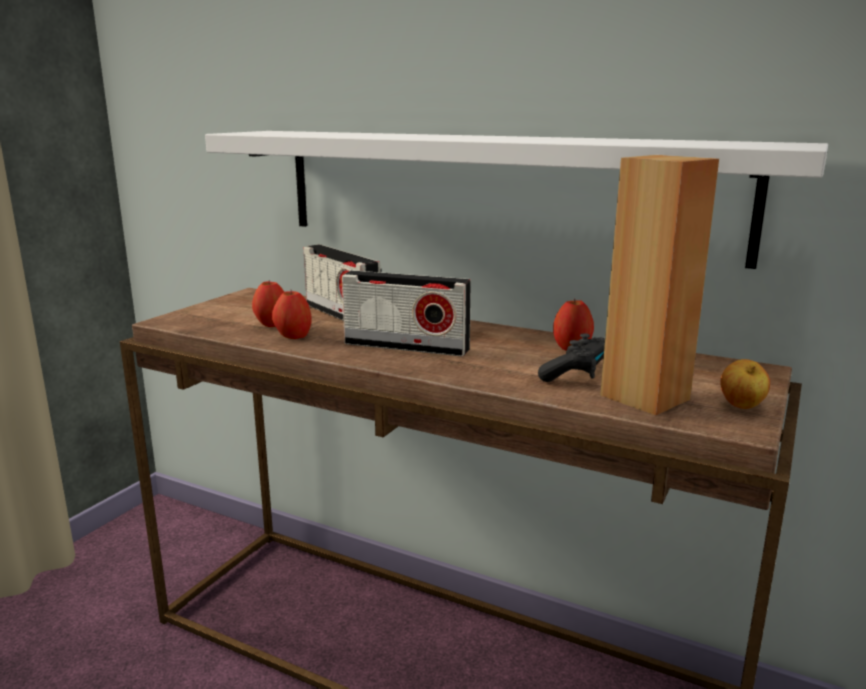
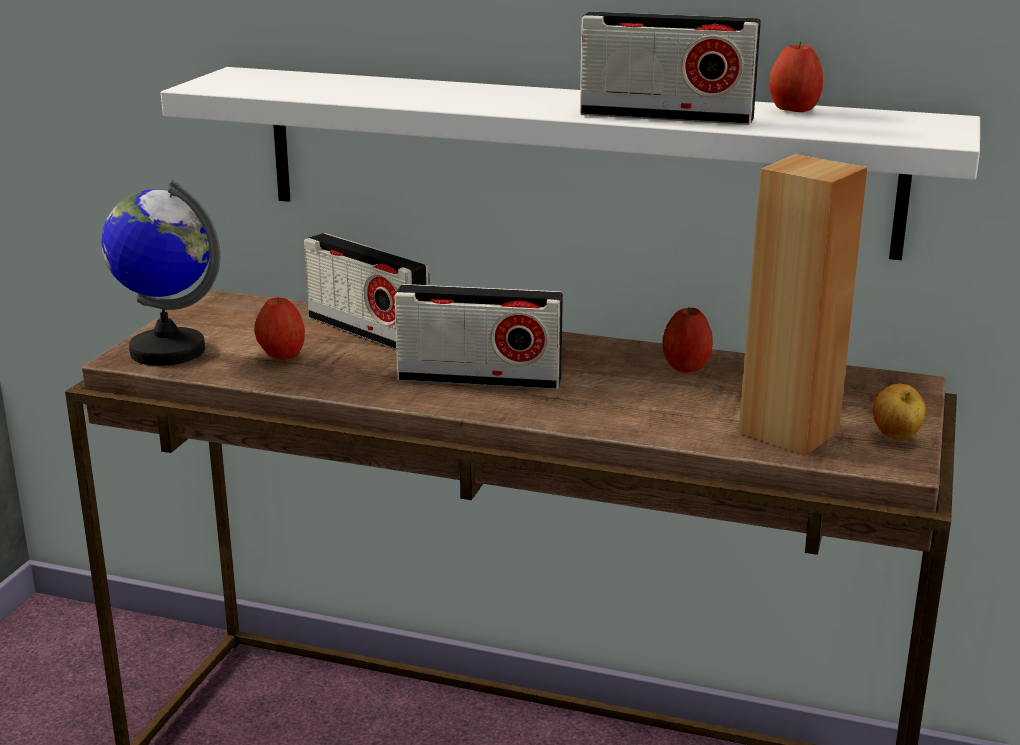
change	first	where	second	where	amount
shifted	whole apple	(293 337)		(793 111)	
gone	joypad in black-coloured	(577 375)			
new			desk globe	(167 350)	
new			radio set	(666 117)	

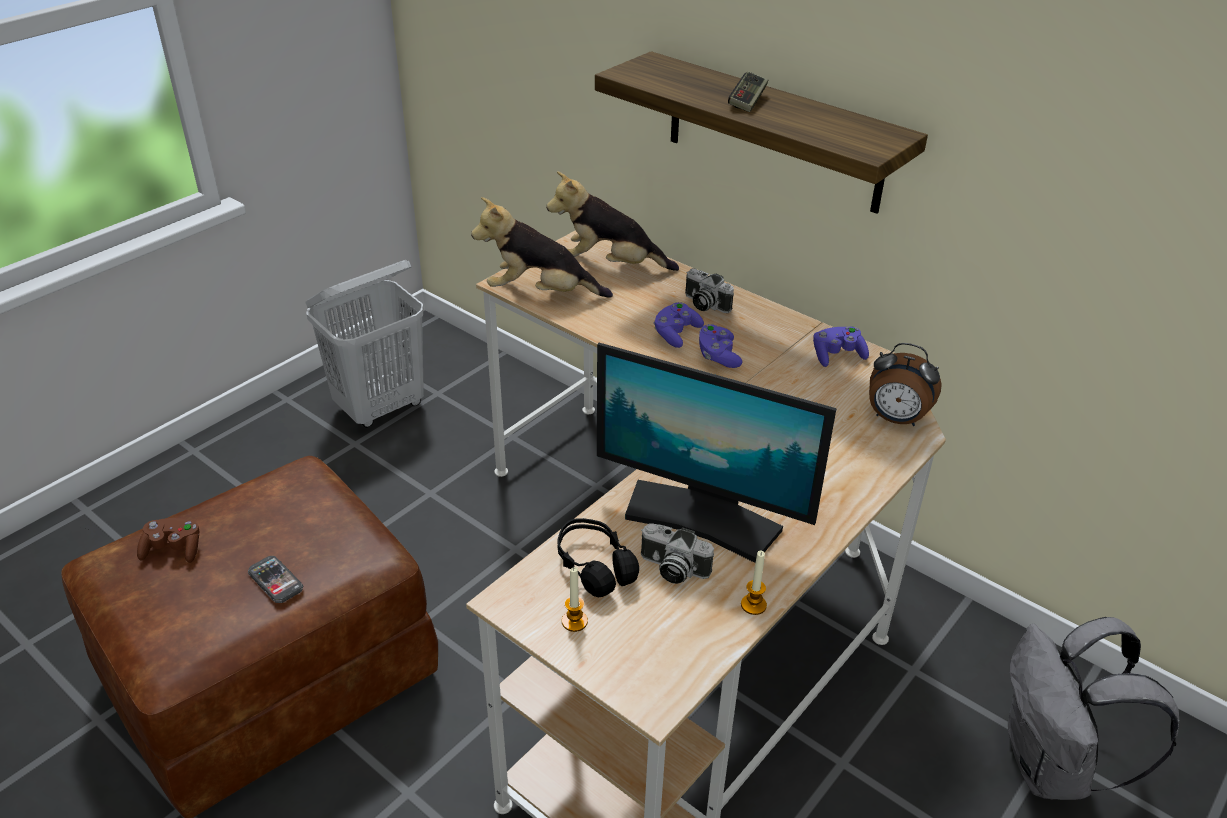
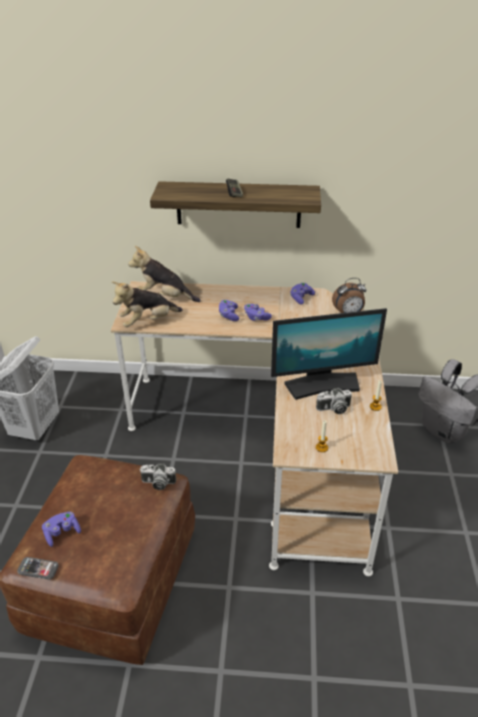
change	first	where	second	where	amount
repainted	joypad in brown-coloured	(173 550)	joypad in purple-coloured	(62 533)	
shifted	handset	(275 581)		(38 569)	
rotated	plush toy	(610 265)		(165 296)	45 degrees clockwise
gone	headphones in black-coloured	(594 566)			
shifted	photo camera	(704 304)		(158 483)	

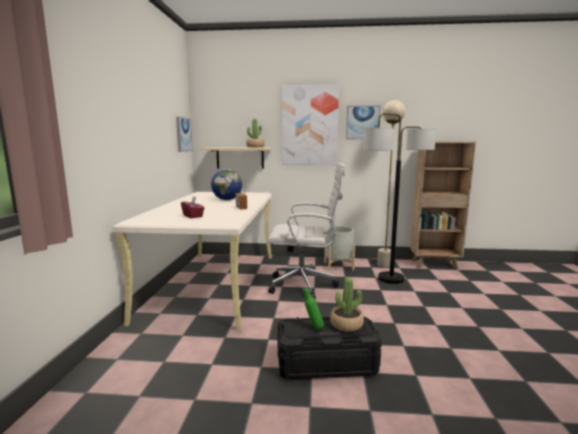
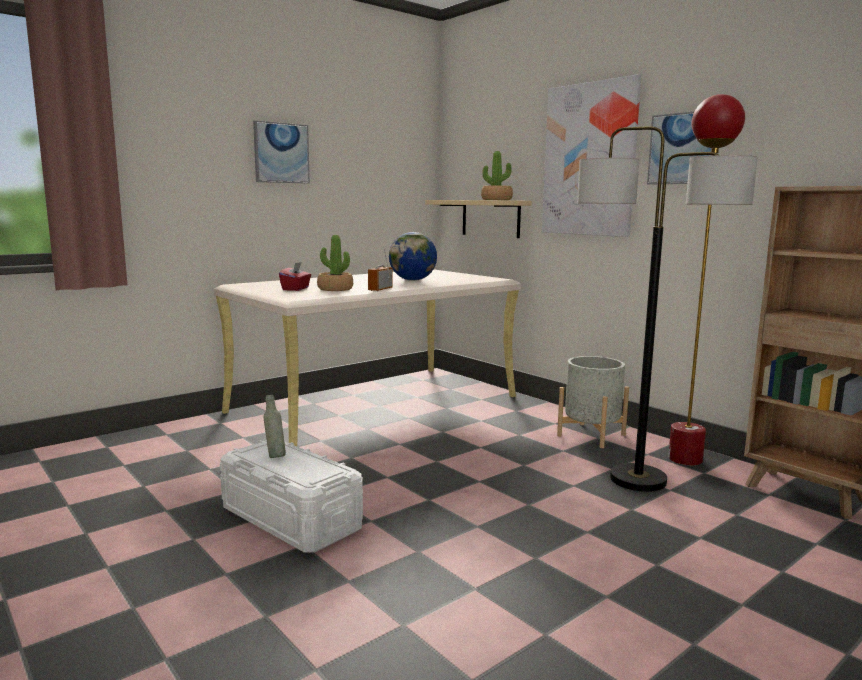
change	first	where	second	where	amount
shifted	picture	(183 134)		(281 153)	
gone	computer chair in white	(305 285)			
repainted	storage container in black-coloured	(326 363)	storage container in white	(291 518)	
repainted	drink bottle in green	(313 328)	drink bottle in gray	(275 456)	
shifted	houseplant	(346 325)		(335 289)	
repainted	standard lamp in beige	(384 264)	standard lamp in red-coloured	(685 459)	

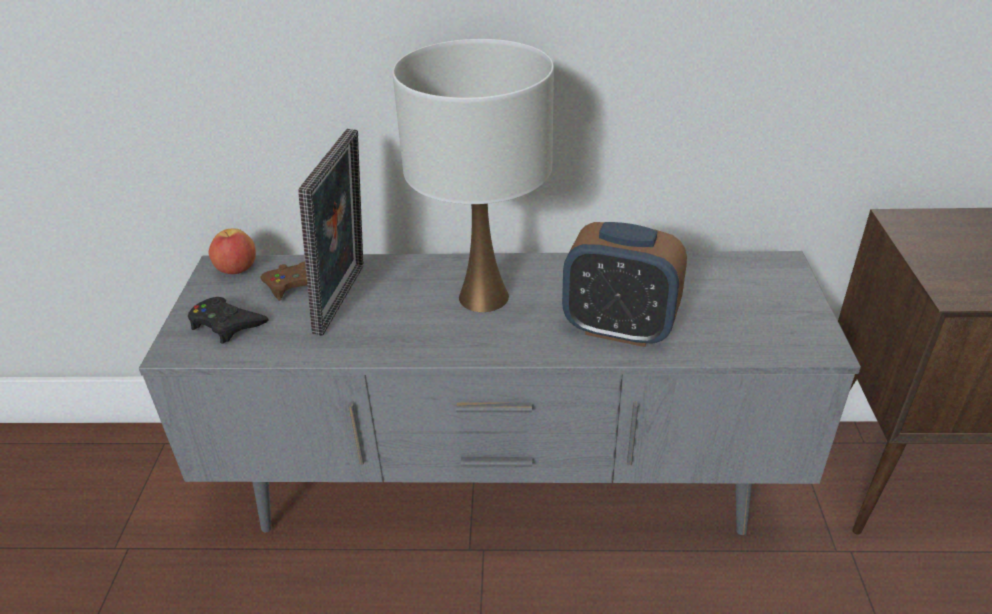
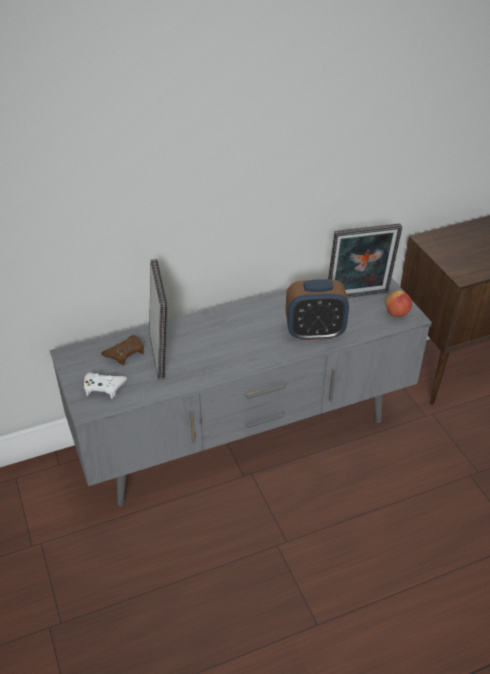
change	first	where	second	where	amount
repainted	joypad in black-coloured	(226 324)	joypad in white	(104 387)	
shifted	whole apple	(237 269)		(397 313)	
gone	table lamp in white	(482 297)			
new			picture frame	(358 297)	

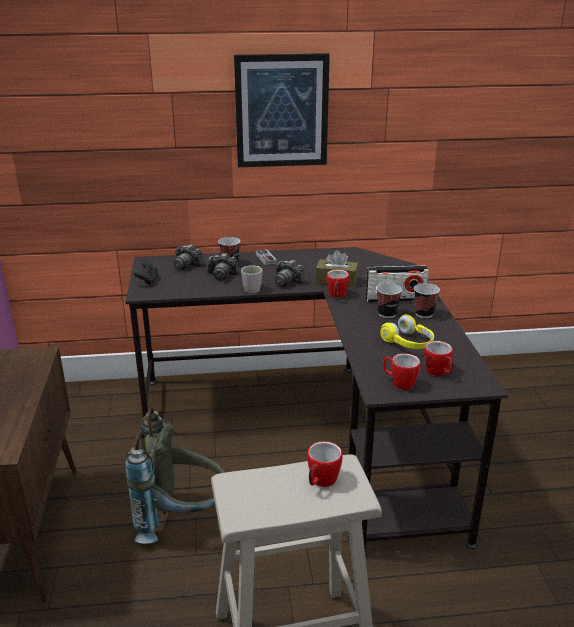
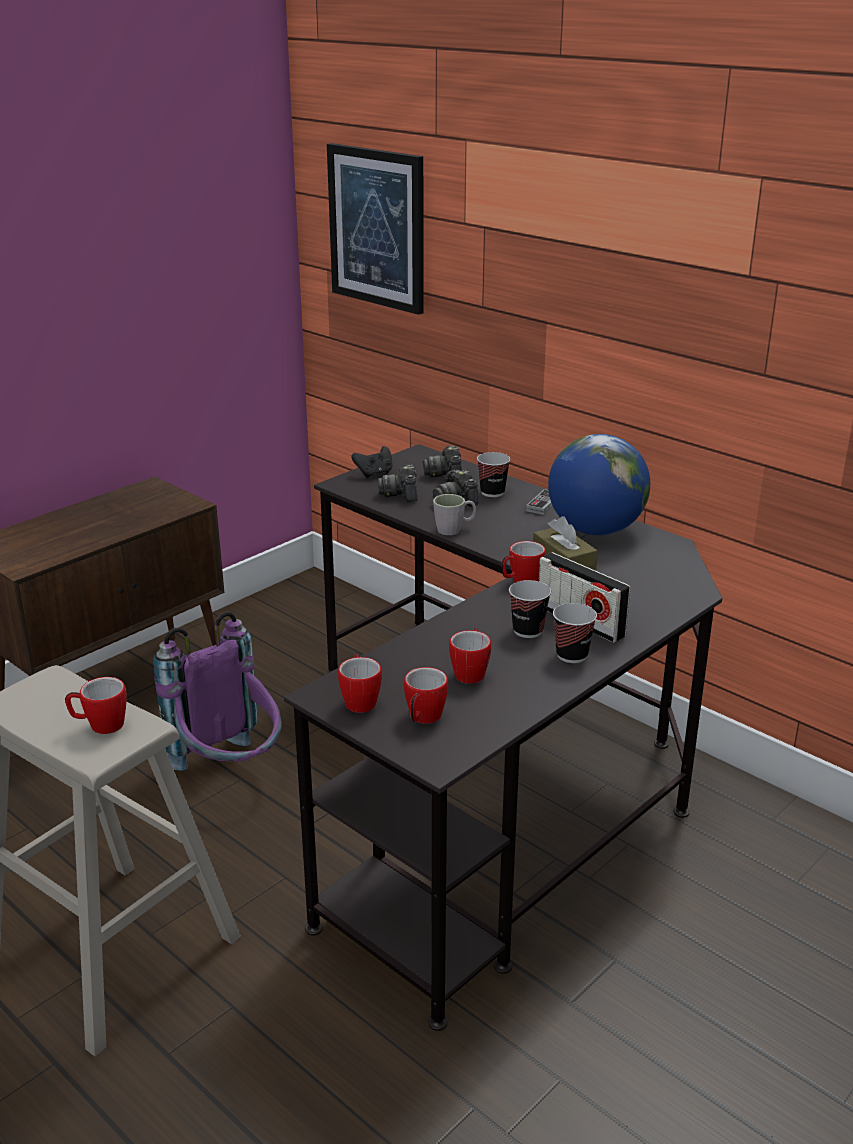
change	first	where	second	where	amount
repainted	backpack in gray	(182 519)	backpack in purple-coloured	(230 771)	
shifted	picture	(281 111)		(377 227)	
shifted	photo camera	(287 281)		(401 494)	
swapped	headphones in yellow-coloured	(408 343)	mug	(470 672)	
new			desk globe	(595 530)	

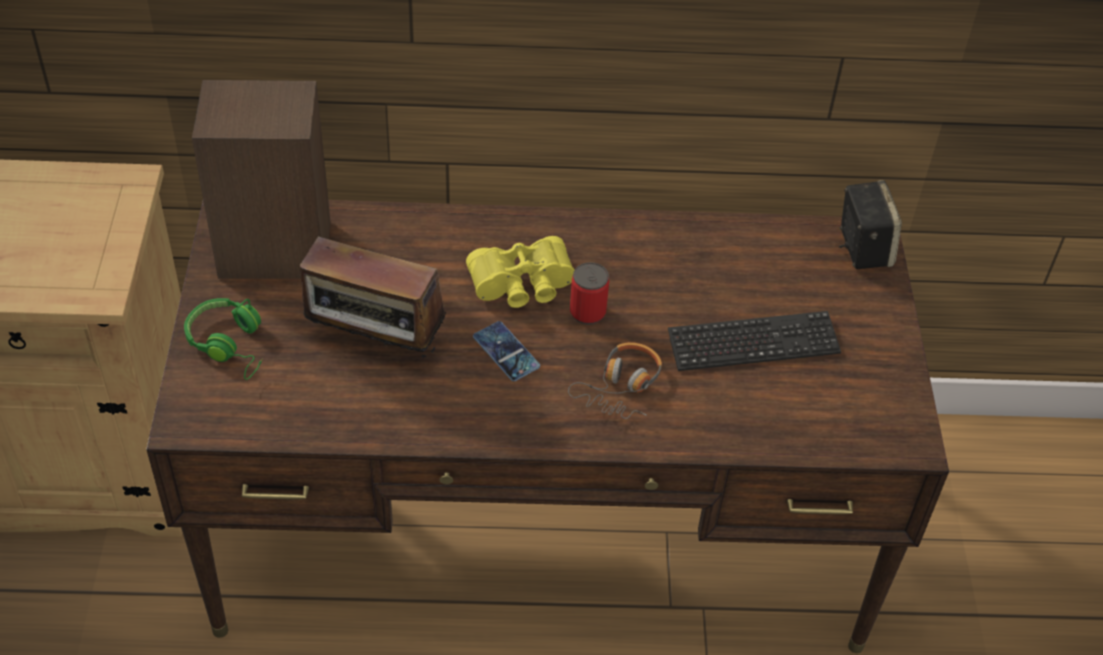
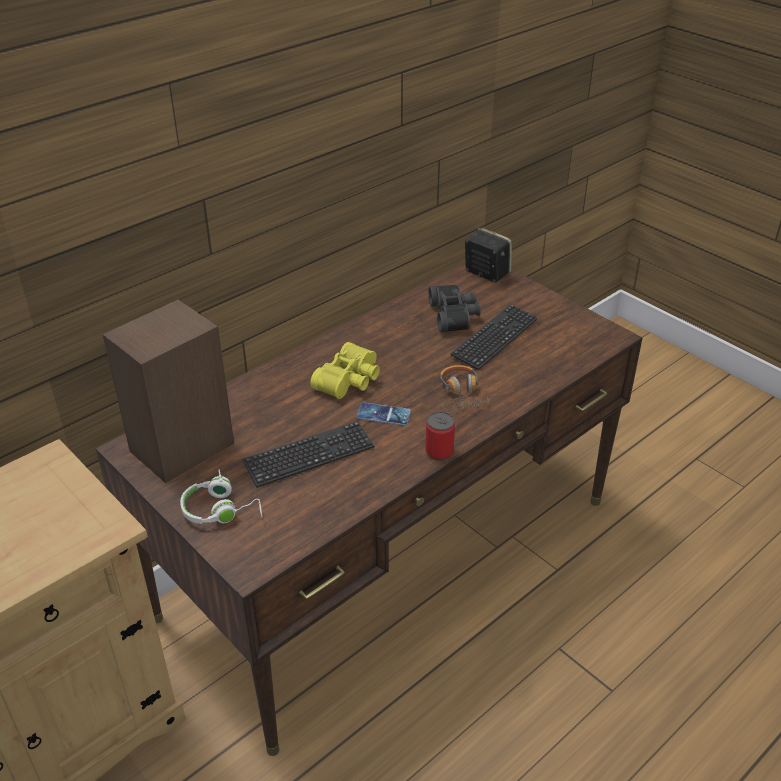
change	first	where	second	where	amount
repainted	headphones in green	(230 344)	headphones in white	(221 510)	
swapped	radio set	(375 345)	PC keyboard	(309 456)	
shifted	can	(587 312)		(439 452)	
new			field glasses in black-coloured	(455 315)	

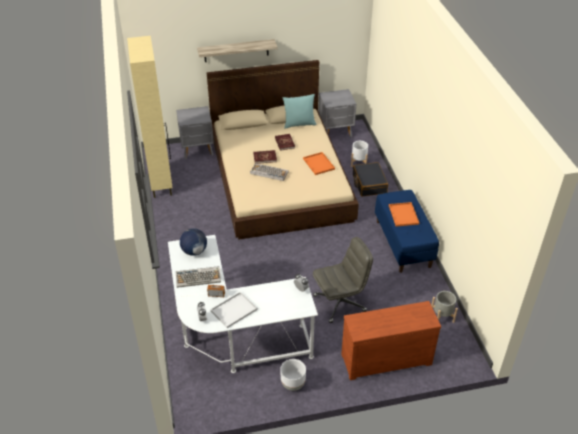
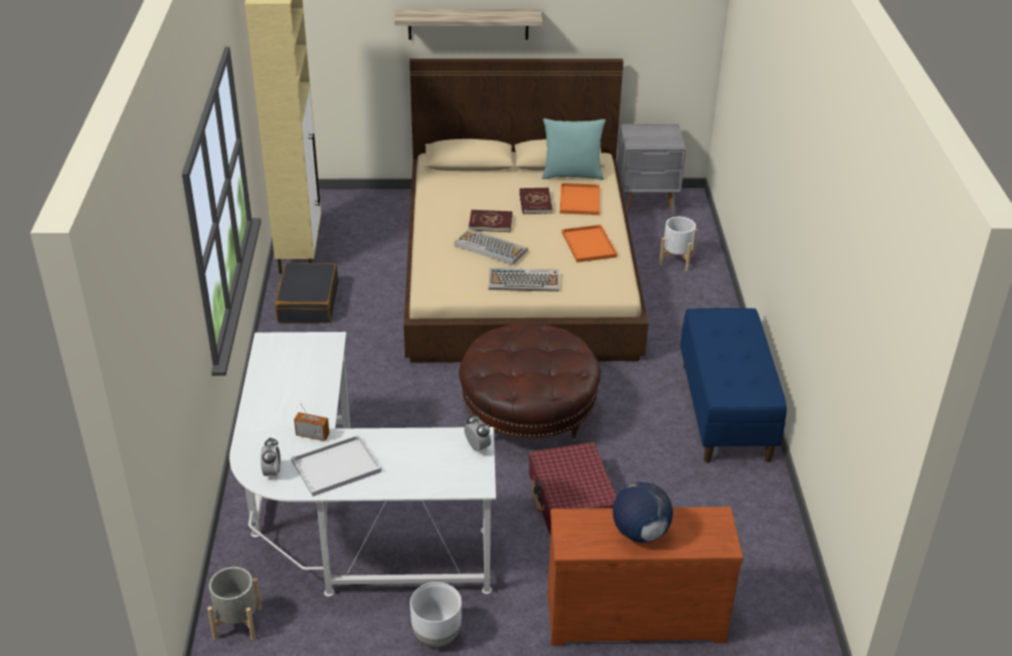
change	first	where	second	where	amount
gone	nightstand in gray	(198 150)			
shifted	PC keyboard	(198 277)		(524 281)	
shifted	desk globe	(194 251)		(639 533)	
swapped	computer chair in gray	(340 303)	piece of luggage in red-coloured	(571 500)	
shifted	piece of luggage in black-coloured	(369 184)		(307 302)	
shifted	serving tray in orange-coloured	(404 215)		(580 201)	
shifted	plant pot in gray	(442 316)		(237 623)	
new			pouffe in brown-coloured	(528 413)	

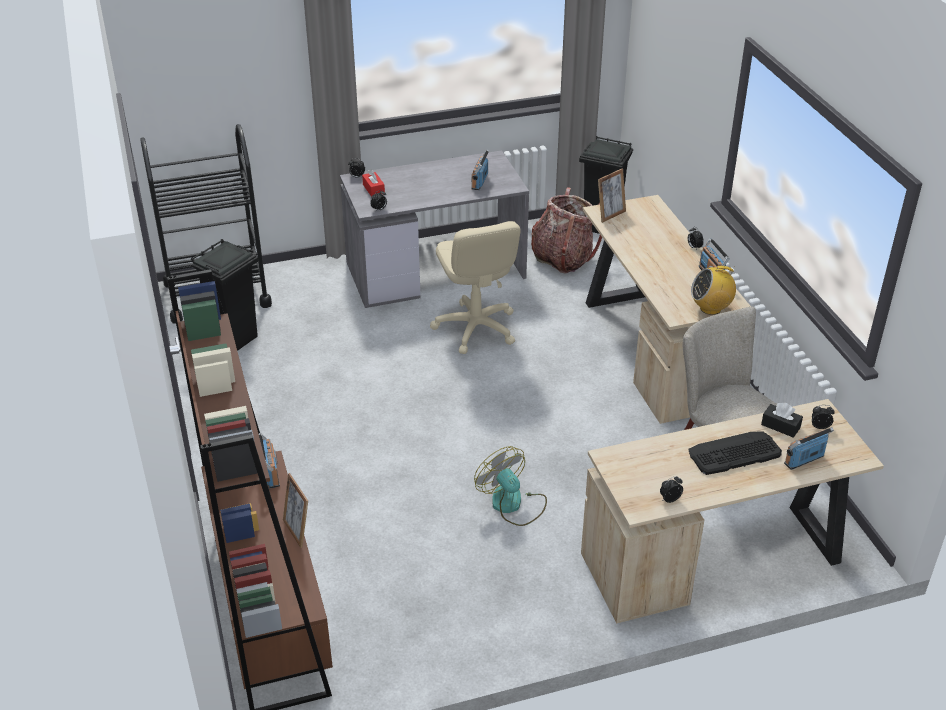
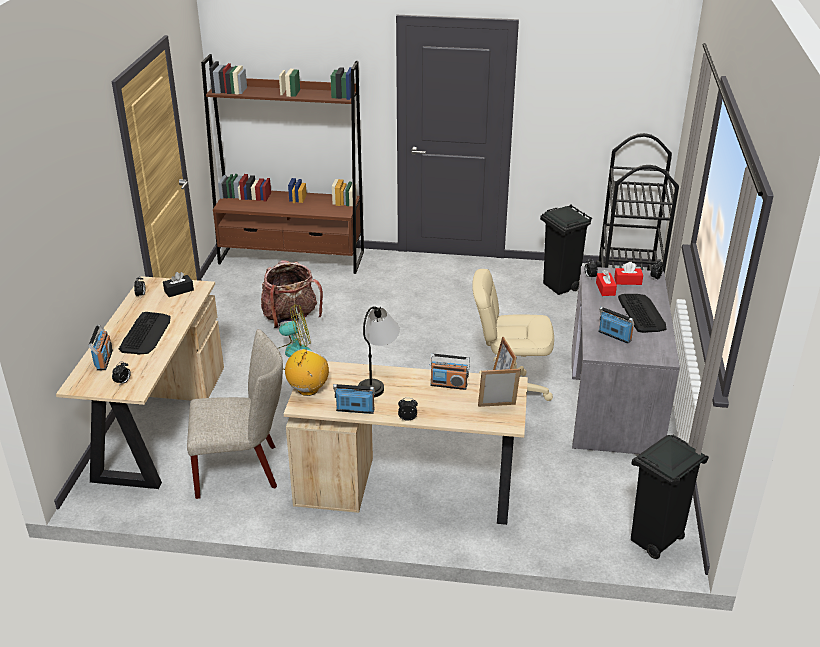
change	first	where	second	where	amount
shifted	radio set	(271 473)		(448 384)	
shifted	picture frame	(297 531)		(497 408)	
shifted	backpack	(563 258)		(291 318)	
shifted	tissue holder in black-coloured	(780 426)		(179 290)	
new			table lamp	(378 379)	
new			tissue holder in red-coloured	(605 289)	
new			PC keyboard	(641 313)	

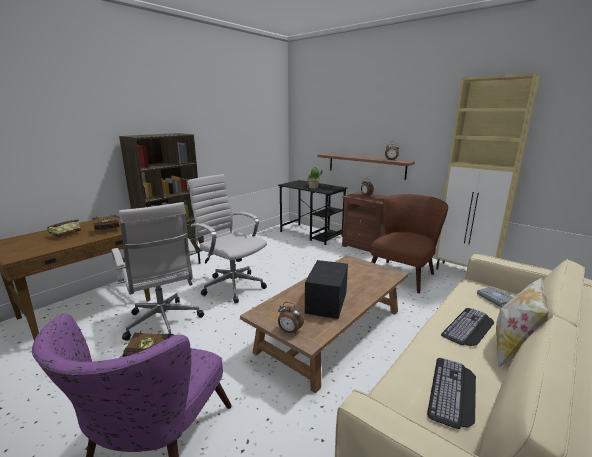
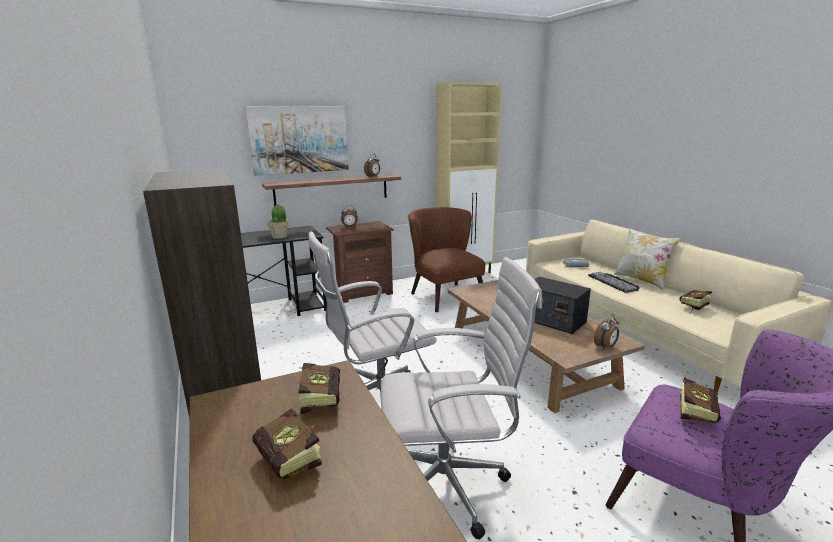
change	first	where	second	where	amount
swapped	PC keyboard	(454 392)	bound book	(692 307)	
new			picture	(299 140)	

